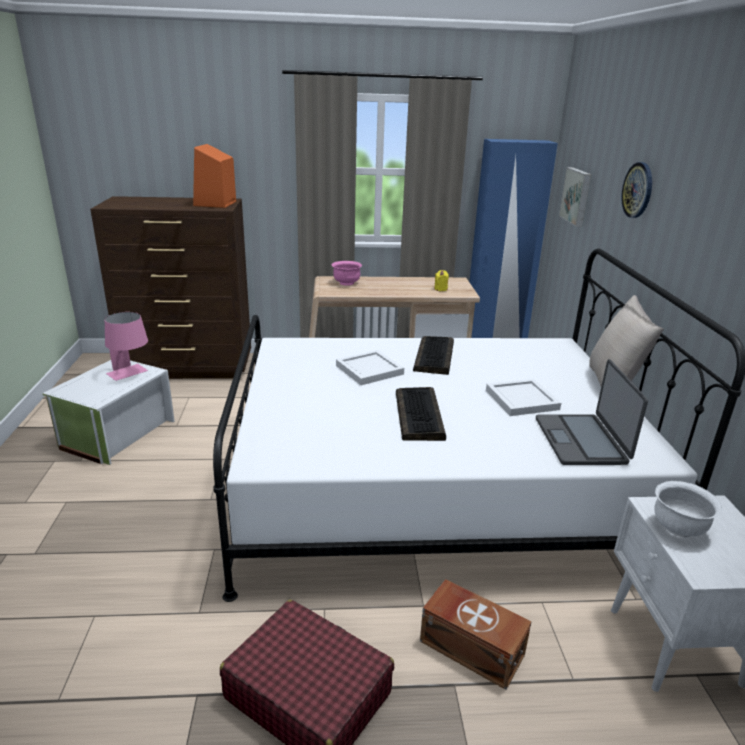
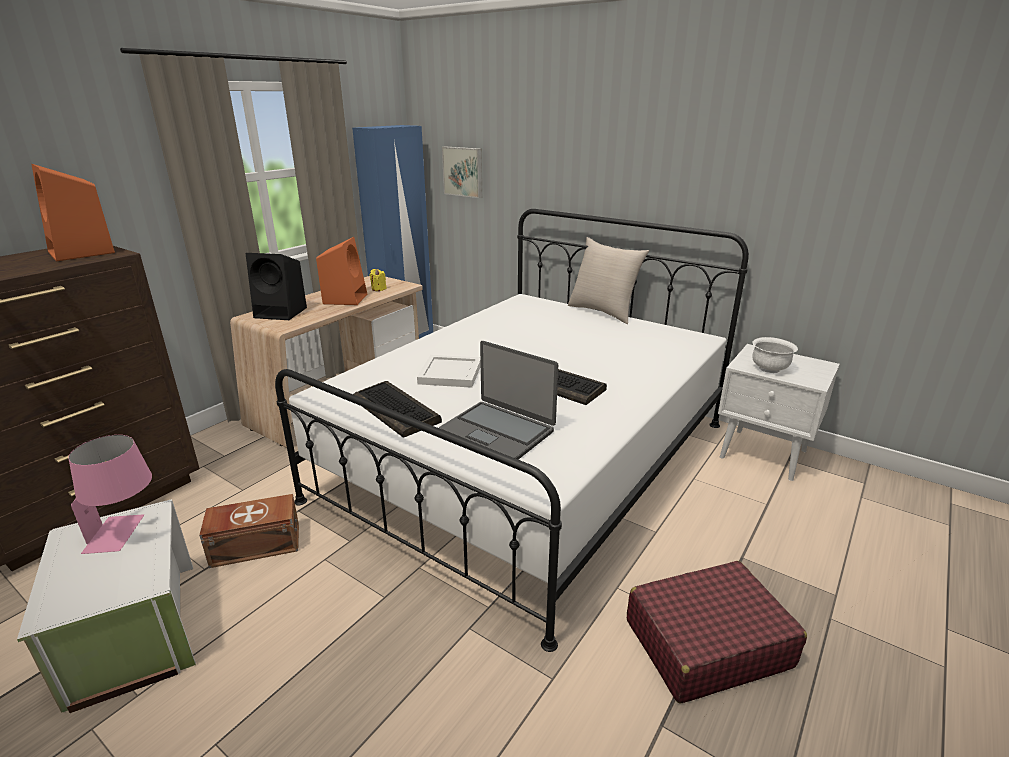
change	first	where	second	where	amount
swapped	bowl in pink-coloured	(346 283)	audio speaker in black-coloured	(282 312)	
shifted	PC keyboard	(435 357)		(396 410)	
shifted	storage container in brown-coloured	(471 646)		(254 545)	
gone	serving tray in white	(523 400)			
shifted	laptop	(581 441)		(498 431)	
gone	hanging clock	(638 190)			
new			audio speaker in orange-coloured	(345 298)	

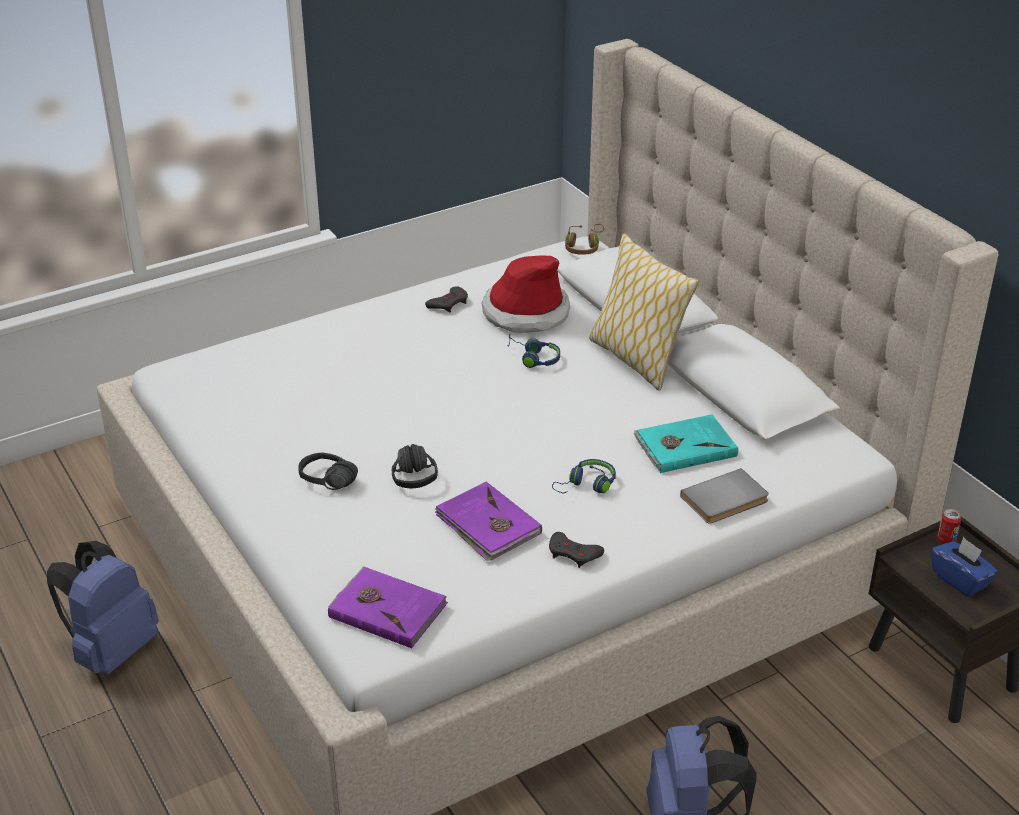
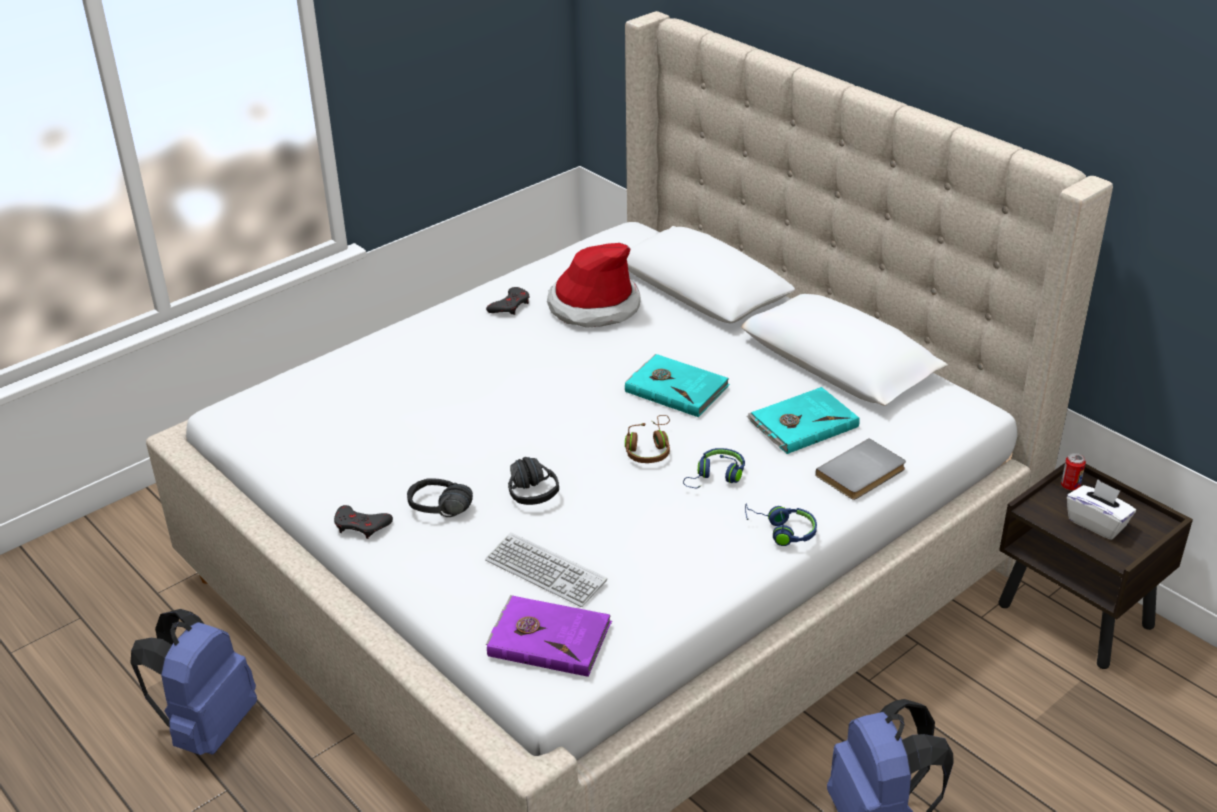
change	first	where	second	where	amount
gone	bound book in purple-coloured	(487 526)			
shifted	headphones in bluish	(533 358)		(781 531)	
shifted	joypad in gray	(573 554)		(361 525)	
shifted	headphones in brown-coloured	(584 247)		(649 449)	
gone	cushion	(636 359)			
repainted	tissue holder in bluish	(960 580)	tissue holder in white	(1097 523)	
new			PC keyboard	(545 571)	
new			bound book in turquoise-coloured	(676 388)	

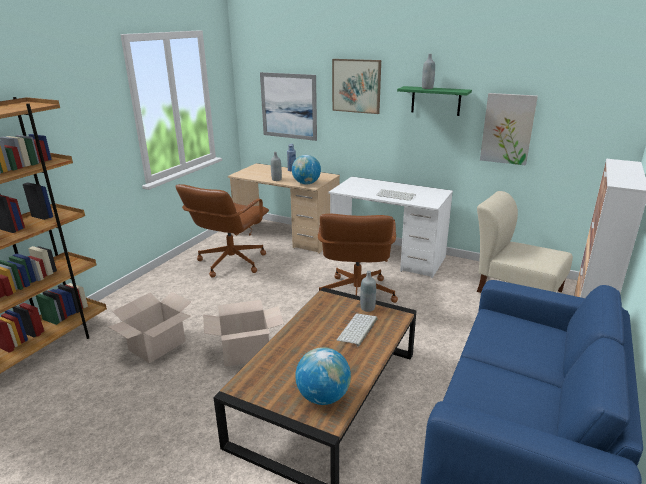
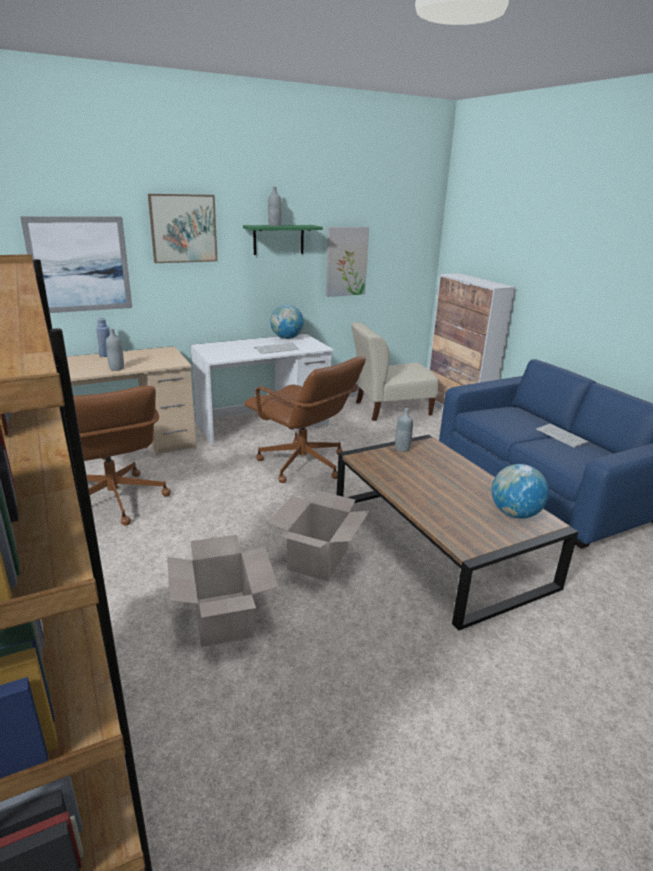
change	first	where	second	where	amount
shifted	desk globe	(306 183)		(287 338)	
shifted	PC keyboard	(358 330)		(562 436)	

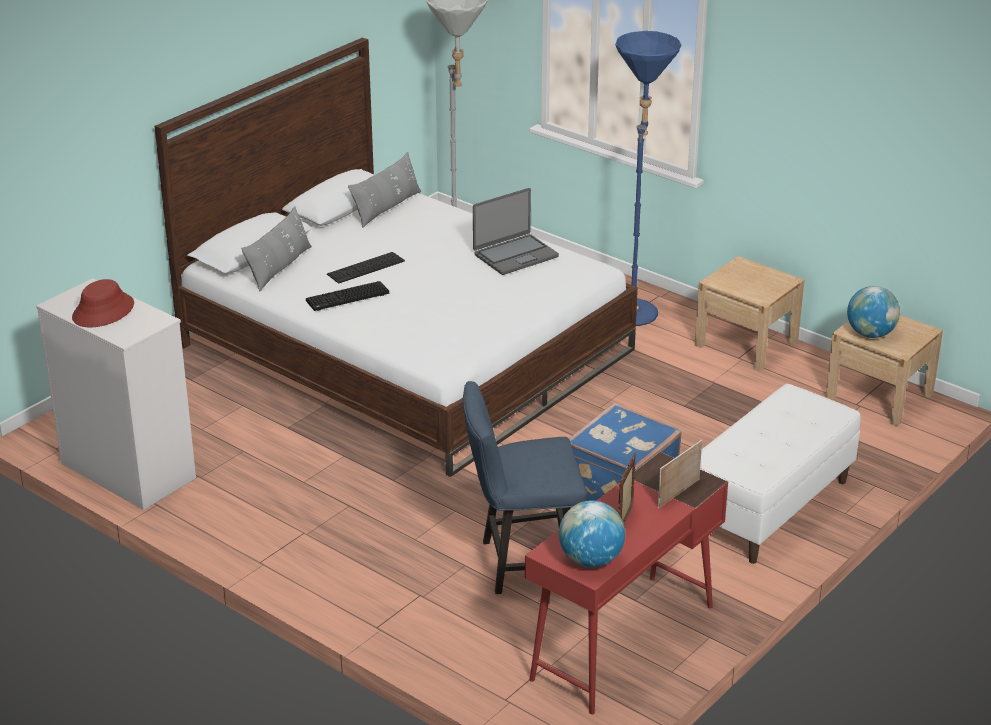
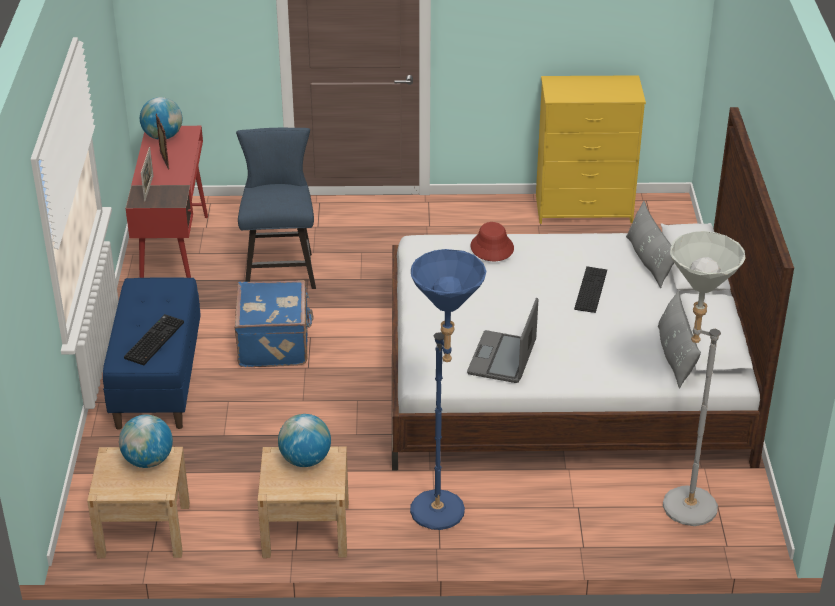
change	first	where	second	where	amount
repainted	dresser in white	(127 470)	dresser in yellow-coloured	(584 209)	
shifted	hat in red-coloured	(103 311)		(491 248)	
shifted	PC keyboard	(347 298)		(153 340)	
rotated	plain chair in bluish	(522 564)		(280 268)	45 degrees counterclockwise
repainted	indoor bench in white	(769 507)	indoor bench in bluish	(157 380)	
new			desk globe	(305 460)	

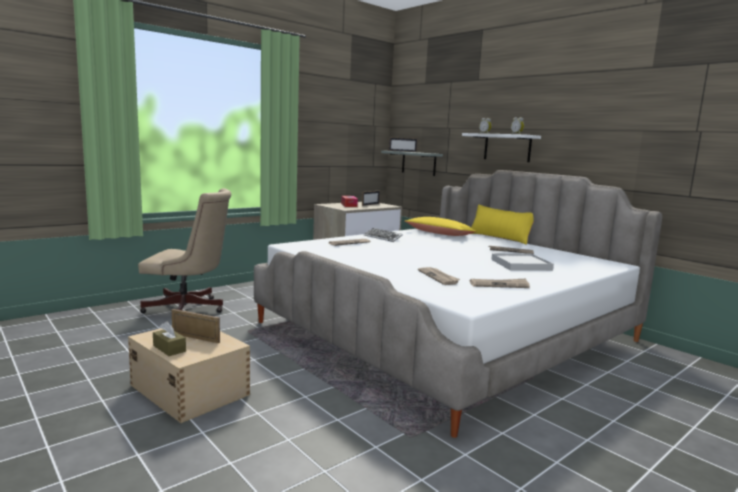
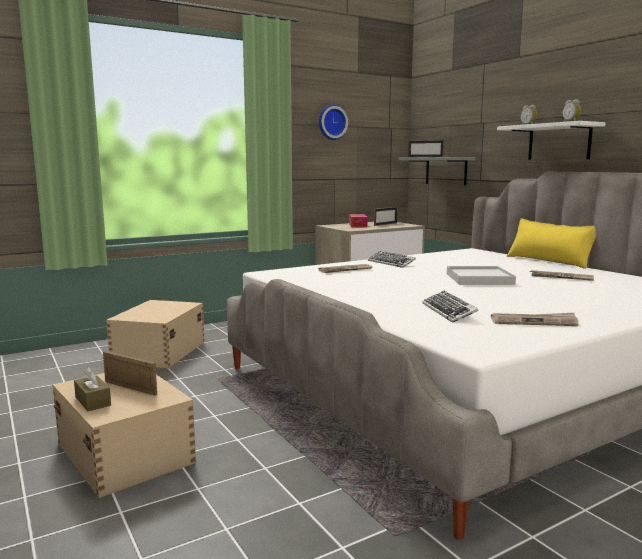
change	first	where	second	where	amount
swapped	computer chair in beige	(189 309)	storage container in beige	(158 352)	
gone	cushion in yellow-coloured	(439 234)			
swapped	daily paper	(439 277)	PC keyboard	(449 311)	
shifted	serving tray in white	(521 265)		(479 279)	
new			hanging clock	(331 122)	

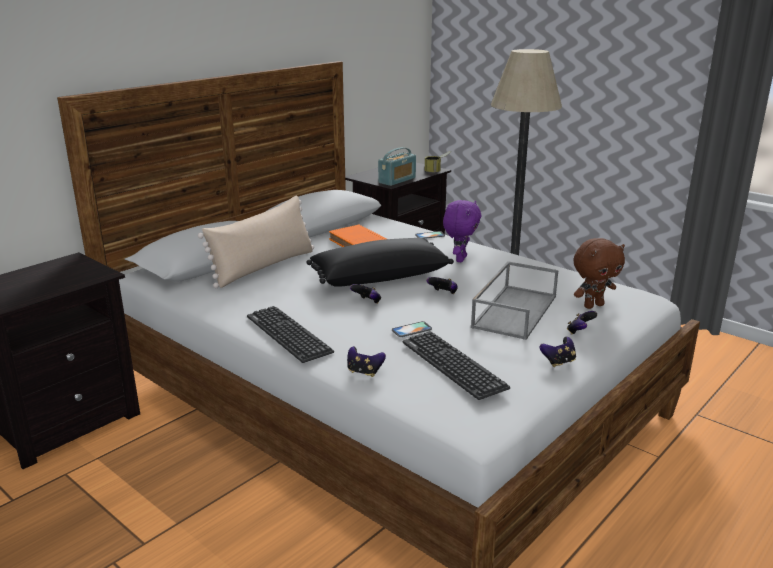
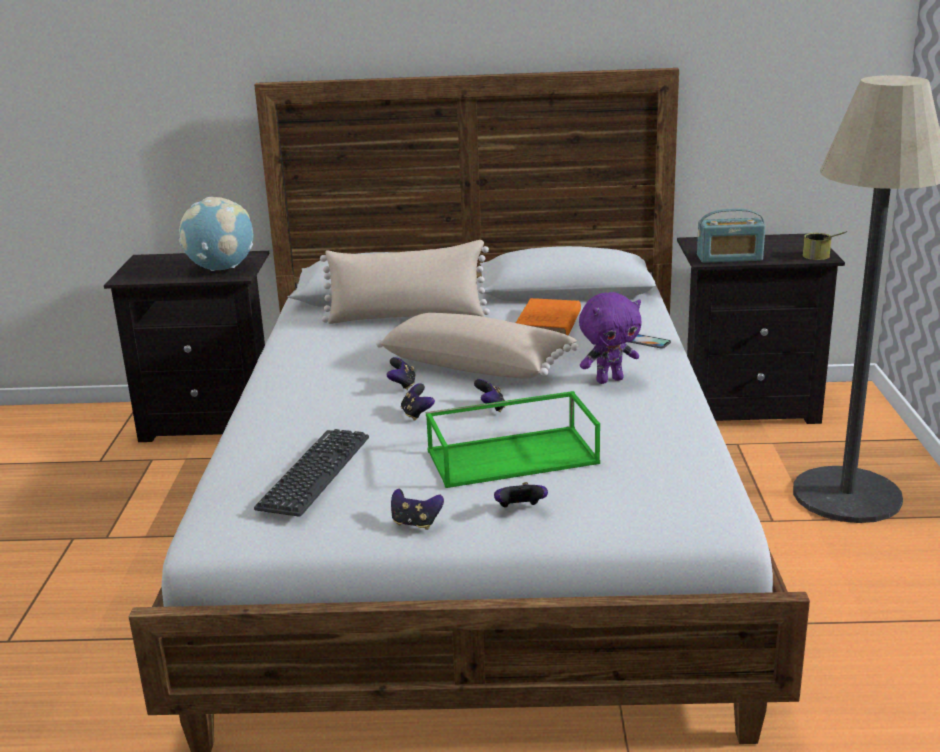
change	first	where	second	where	amount
gone	PC keyboard	(288 334)			
repainted	cushion in black-coloured	(379 277)	cushion in beige	(478 366)	
shifted	joypad	(364 372)		(417 414)	
gone	handset	(411 329)			
repainted	serving tray in gray	(514 310)	serving tray in green	(513 456)	
gone	plush toy in brown-coloured	(593 305)			
new			desk globe	(221 268)	

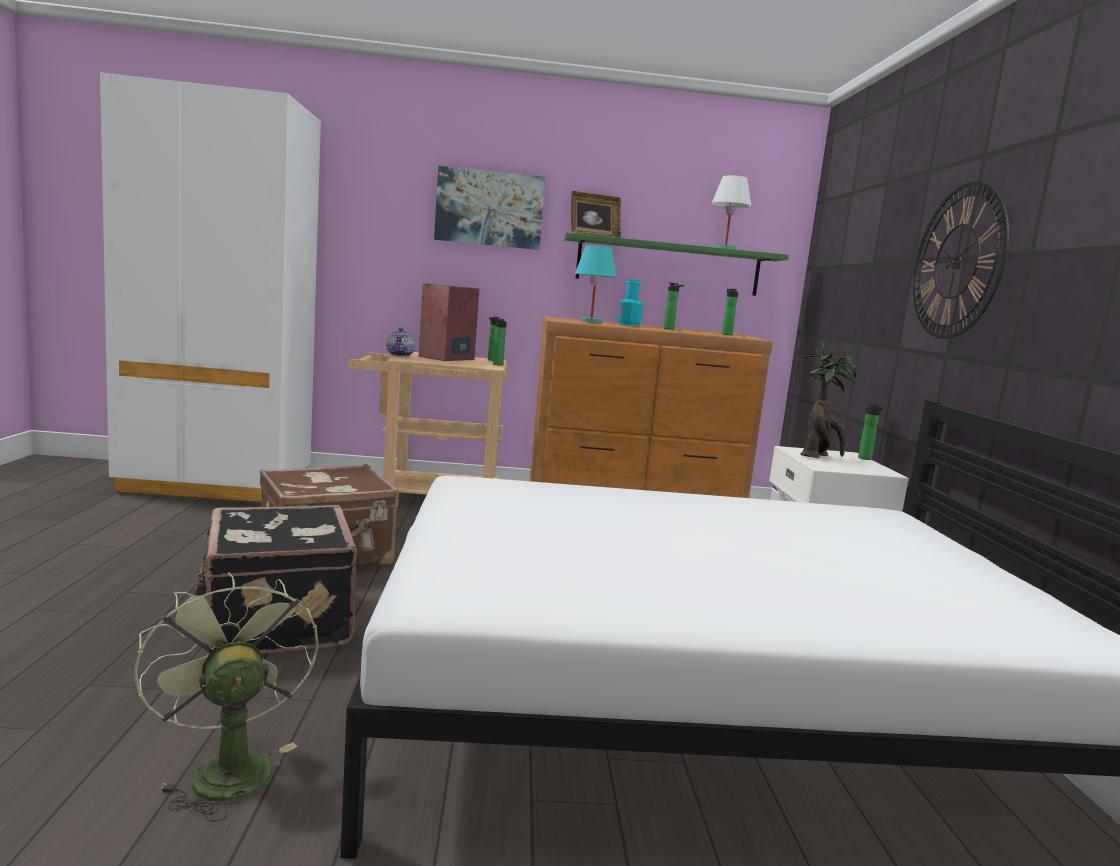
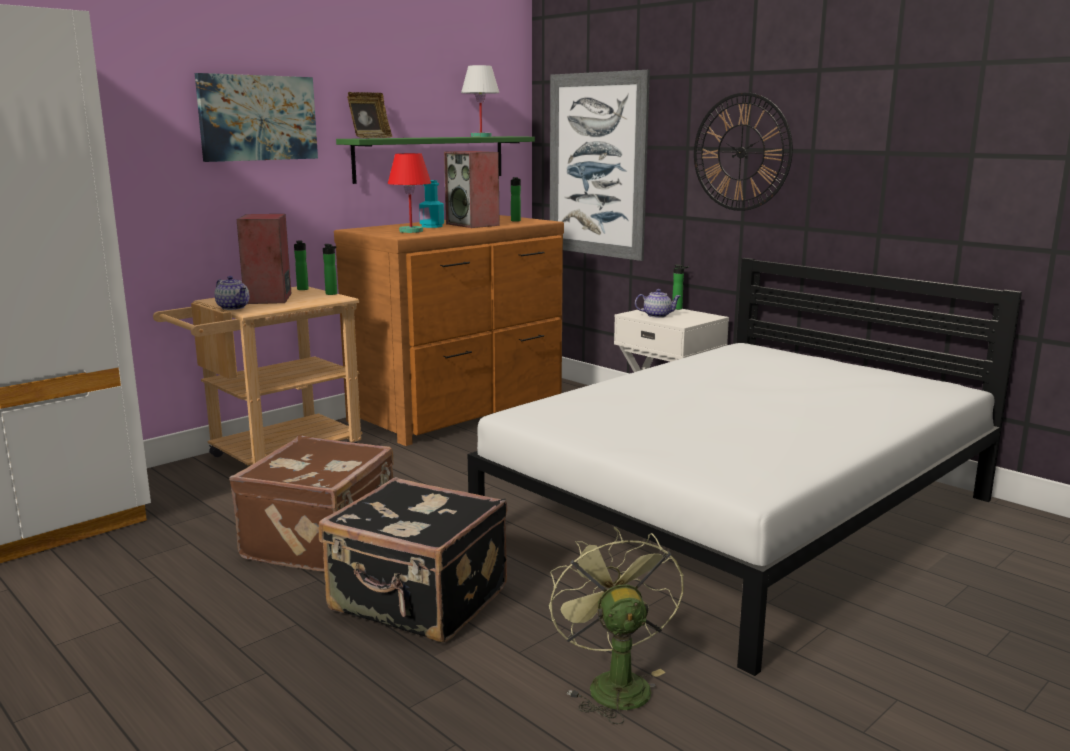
change	first	where	second	where	amount
rotated	fan in green	(226 767)		(613 683)	60 degrees clockwise
repainted	table lamp in turquoise-coloured	(591 322)	table lamp in red-coloured	(411 231)	
swapped	drink bottle	(670 329)	audio speaker	(473 224)	
swapped	houseplant	(818 456)	tea pot	(657 315)	
new			picture	(597 165)	

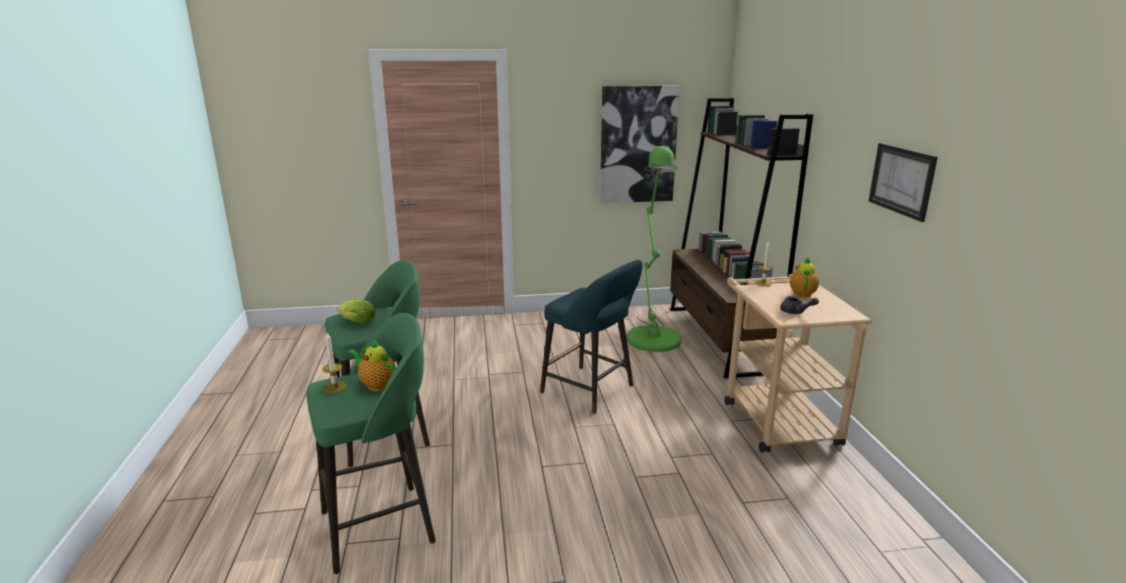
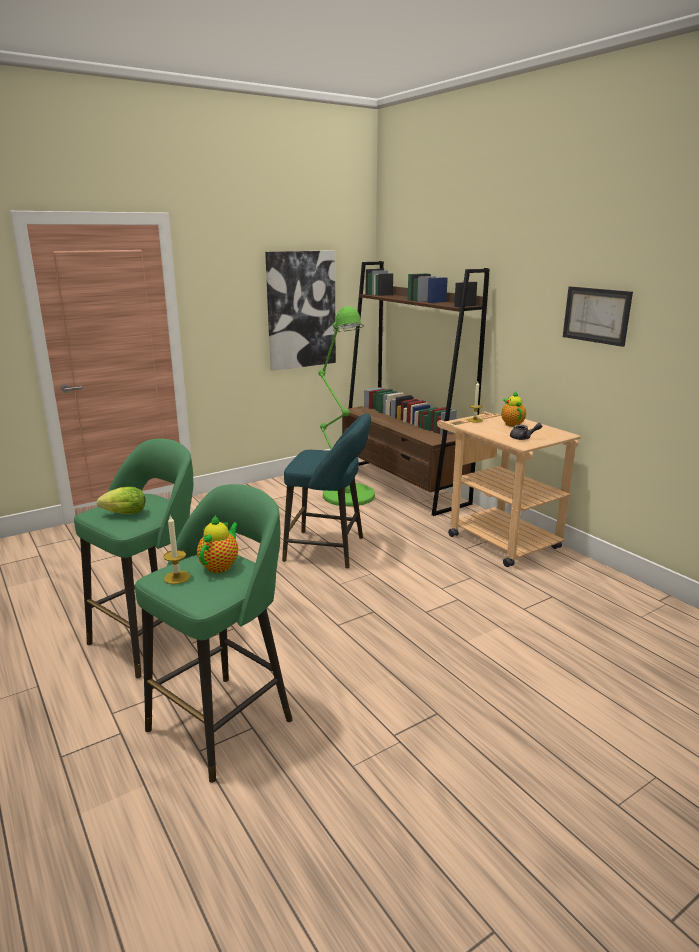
change	first	where	second	where	amount
rotated	tea pot	(376 385)		(221 565)	105 degrees clockwise

